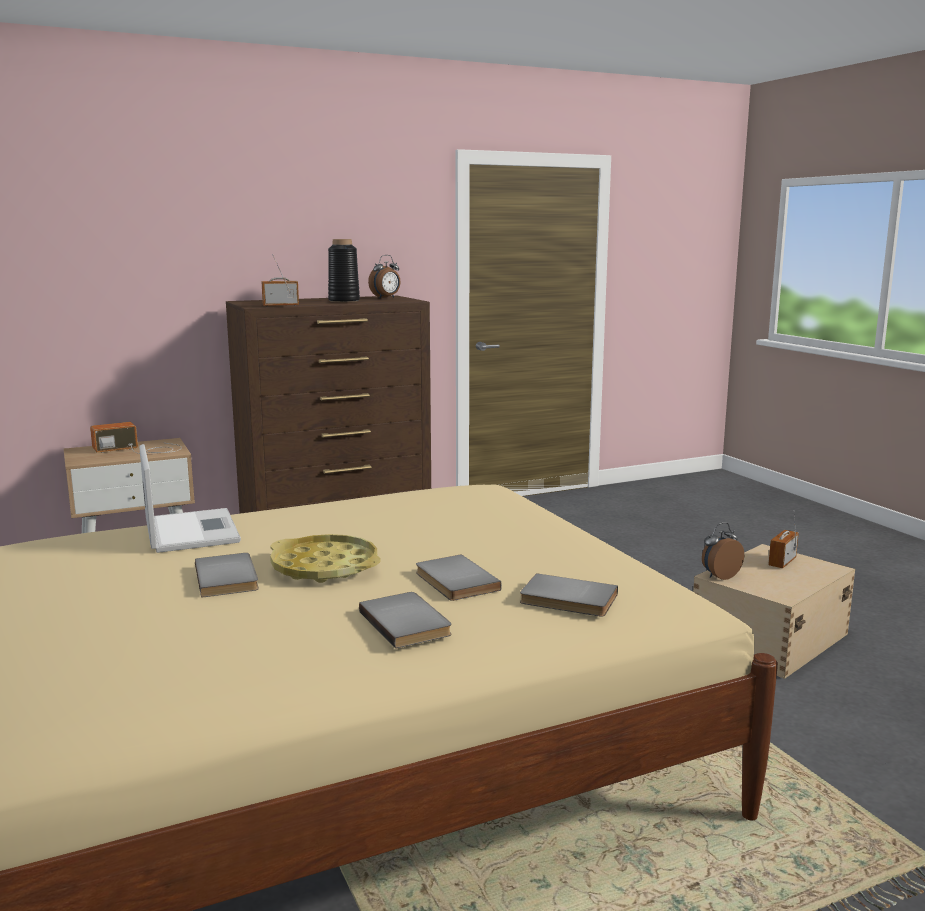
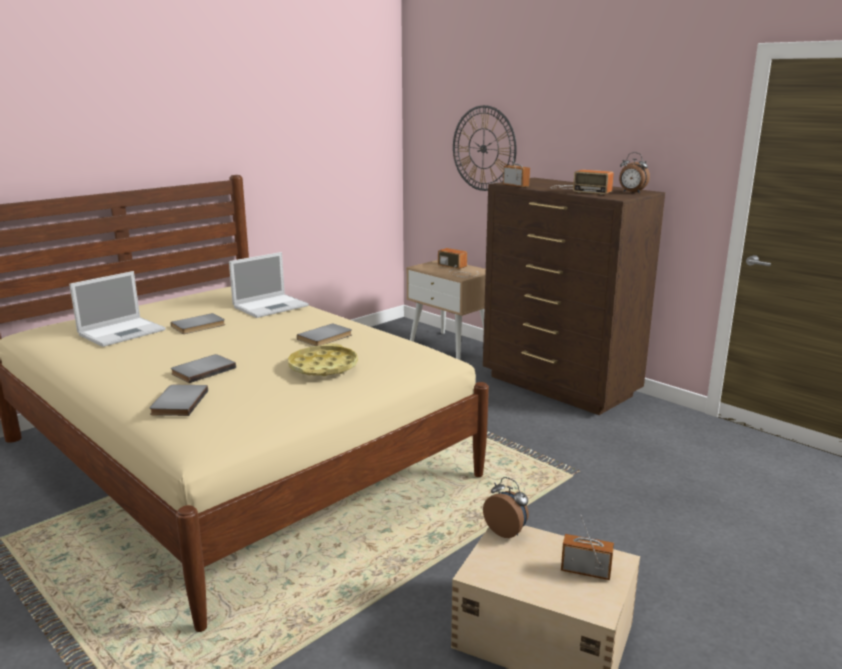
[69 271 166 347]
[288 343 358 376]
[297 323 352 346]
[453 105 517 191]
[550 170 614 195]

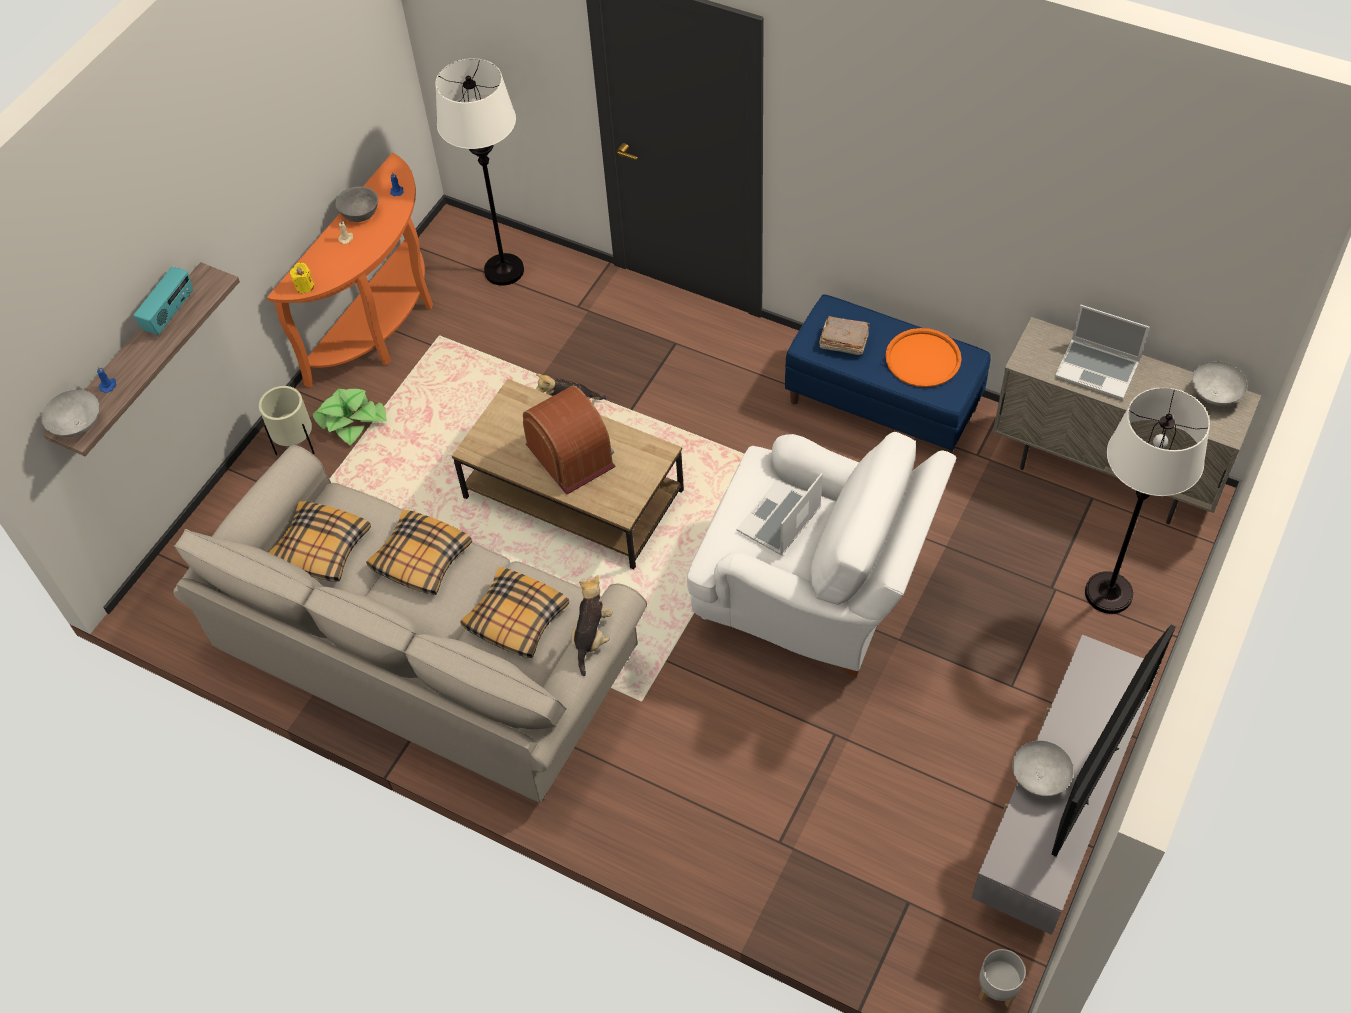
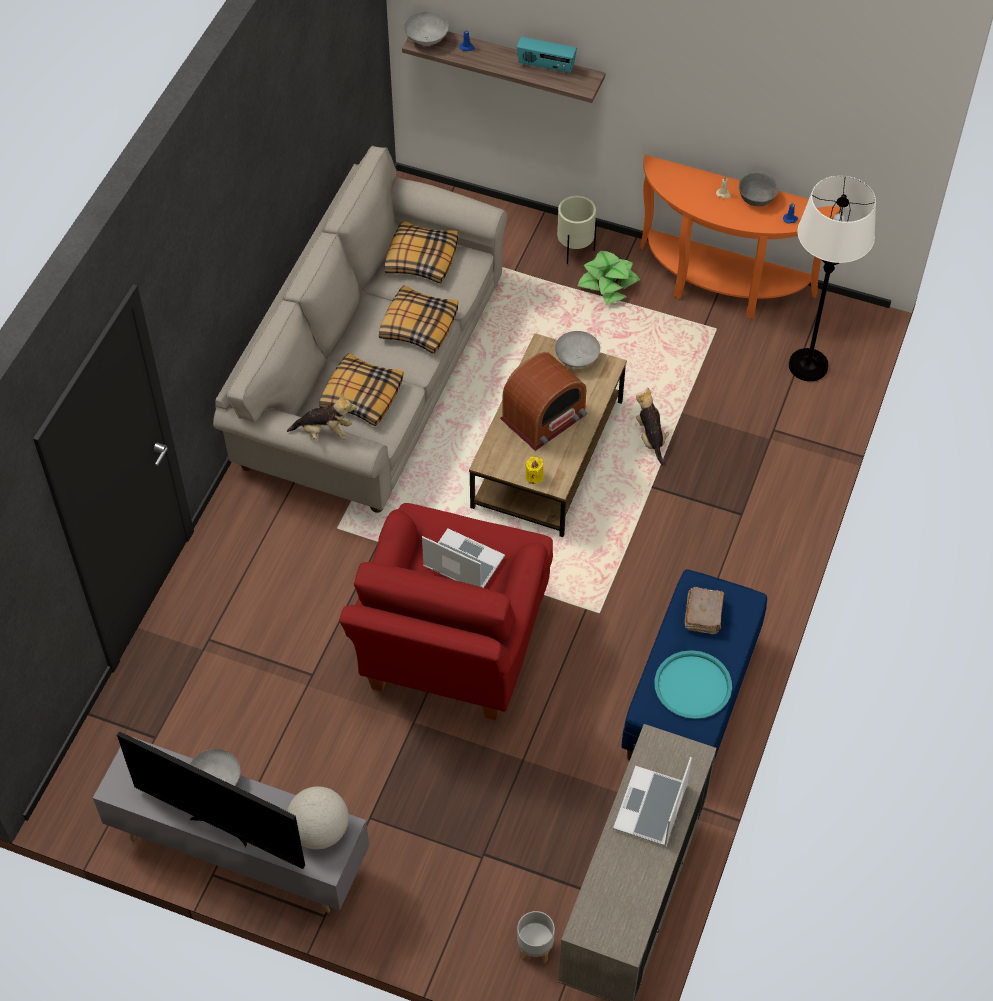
[287 786 349 849]
[339 503 553 720]
[517 911 555 963]
[525 457 544 484]
[555 331 600 368]
[654 650 732 719]
[1085 387 1210 614] (first image)

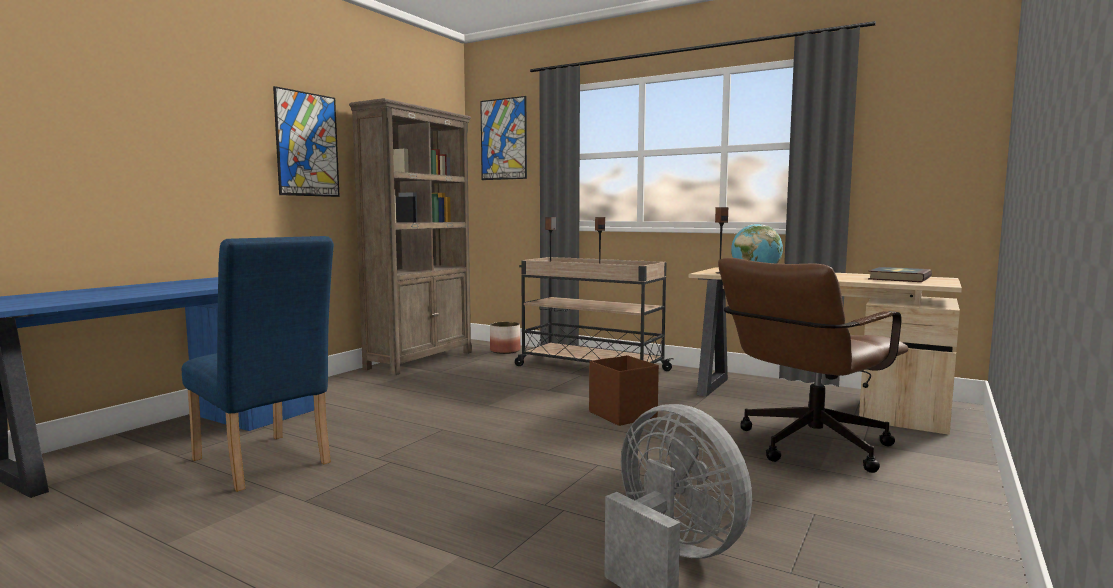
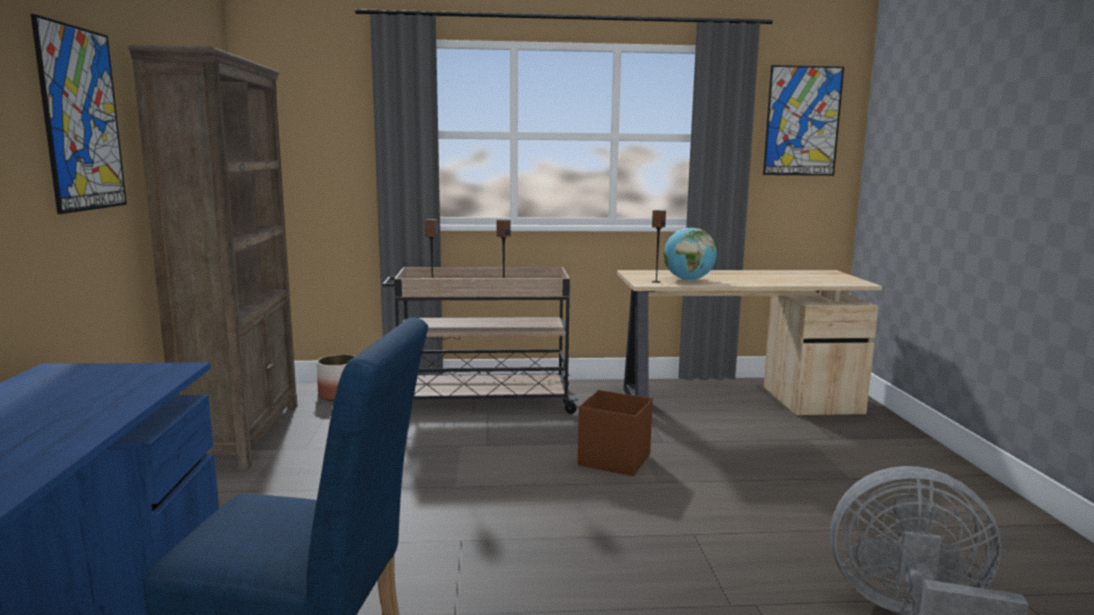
[763 65 844 176]
[718 258 909 473] (first image)
[868 267 932 282] (first image)

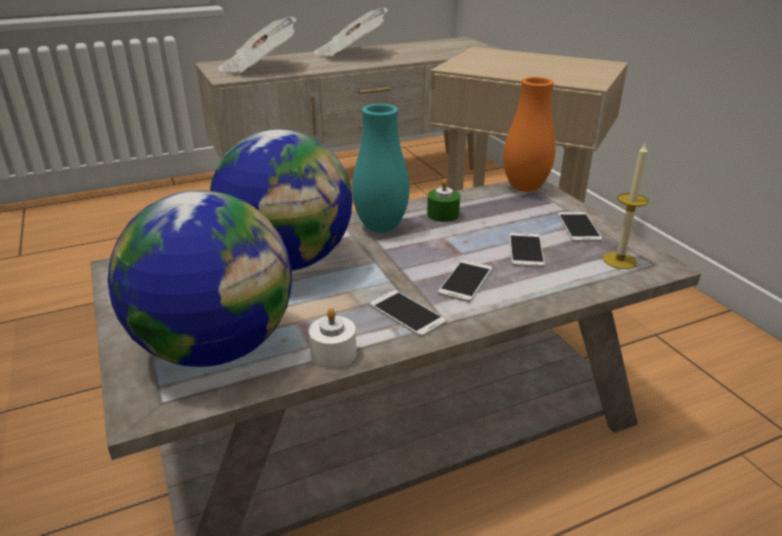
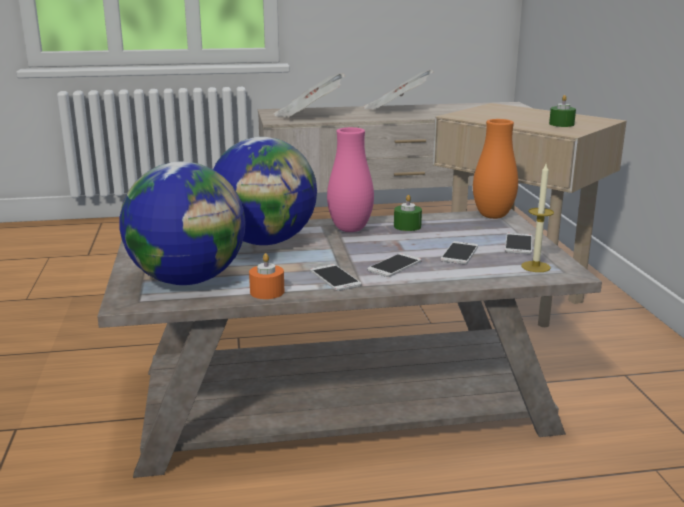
[249 253 284 299]
[327 127 374 232]
[549 95 576 127]

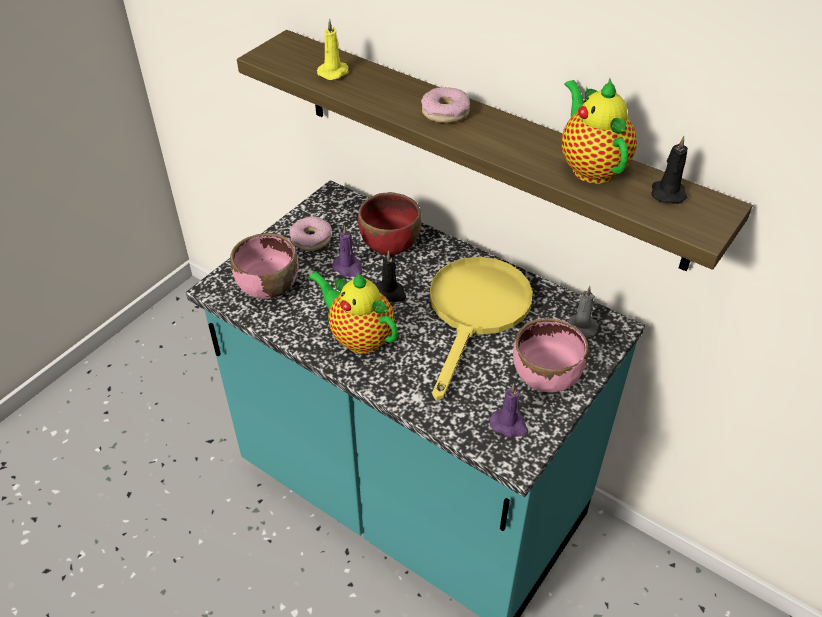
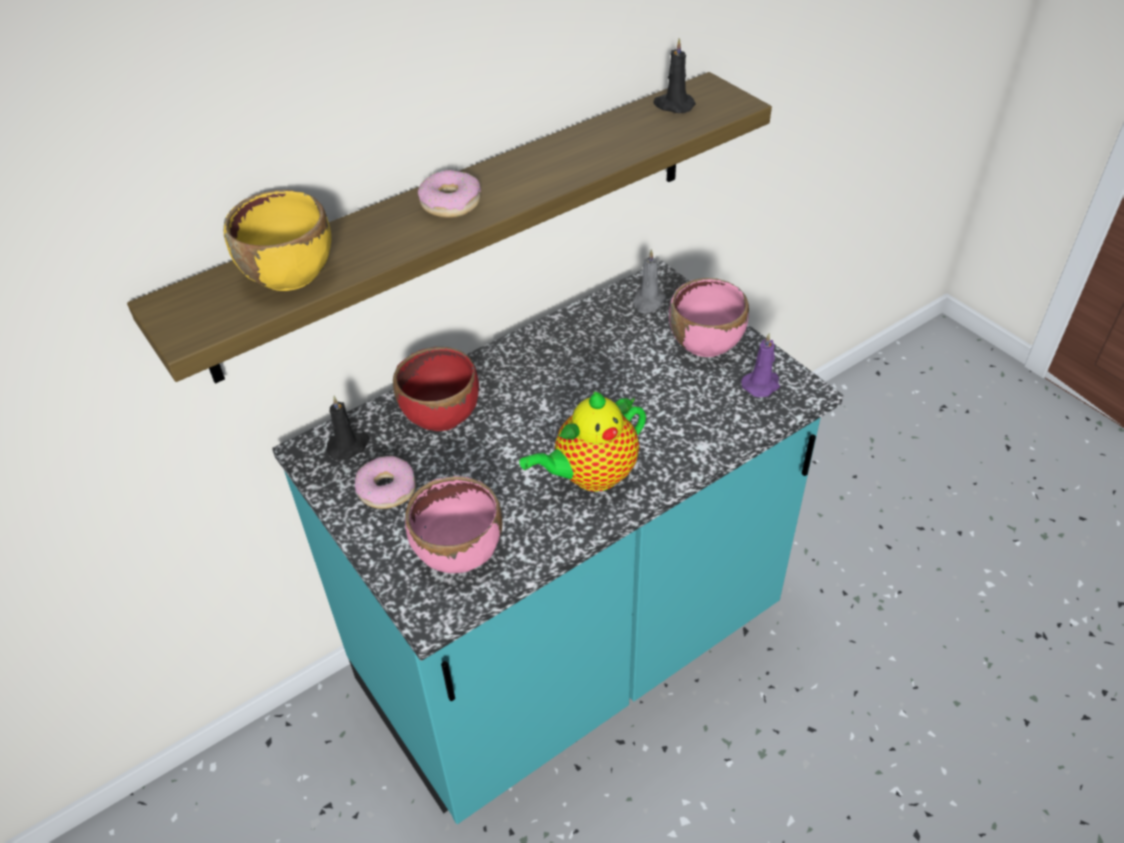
[224 190 331 291]
[326 396 370 461]
[332 226 362 277] (first image)
[430 257 533 400] (first image)
[562 78 637 184] (first image)

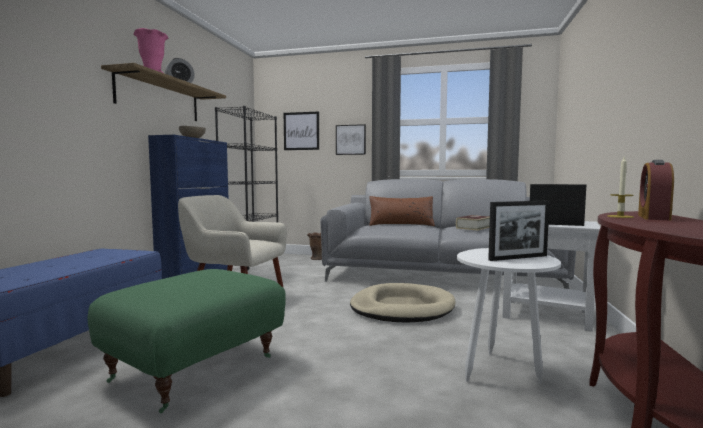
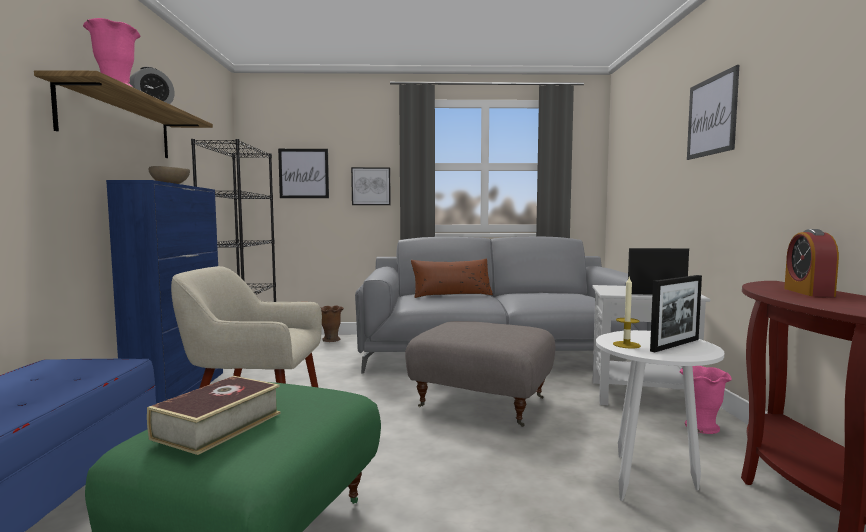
[147 376 280 455]
[405 321 555 427]
[613 277 641 349]
[680 366 732 434]
[687 65 739 160]

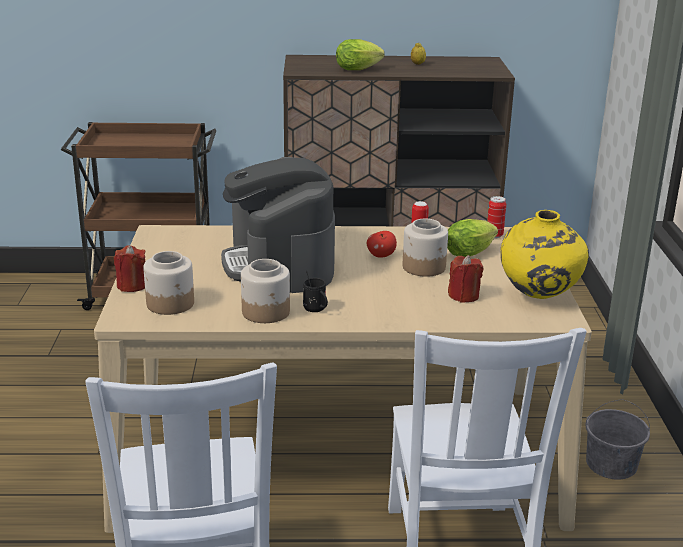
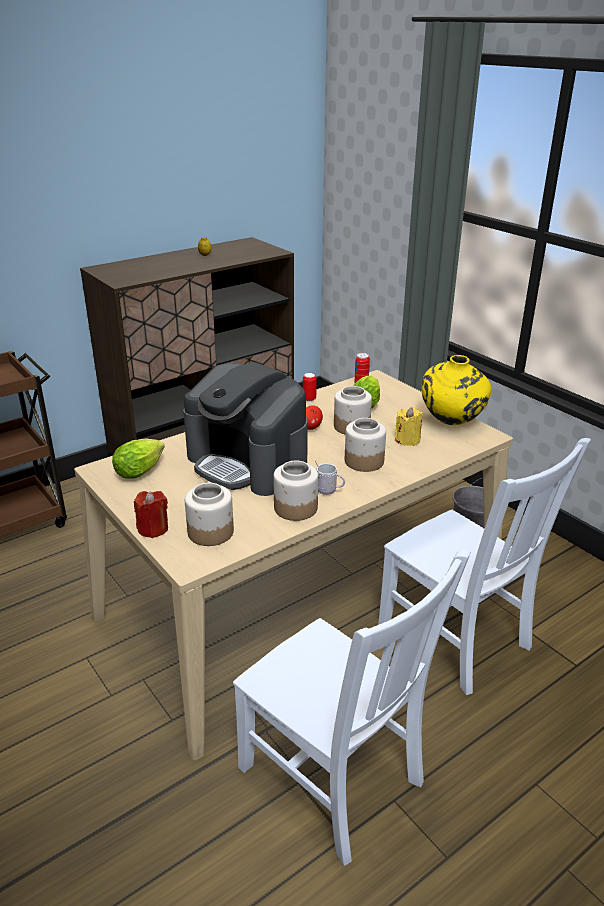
[112 438 165 479]
[315 461 345 495]
[345 418 386 472]
[395 407 423 446]

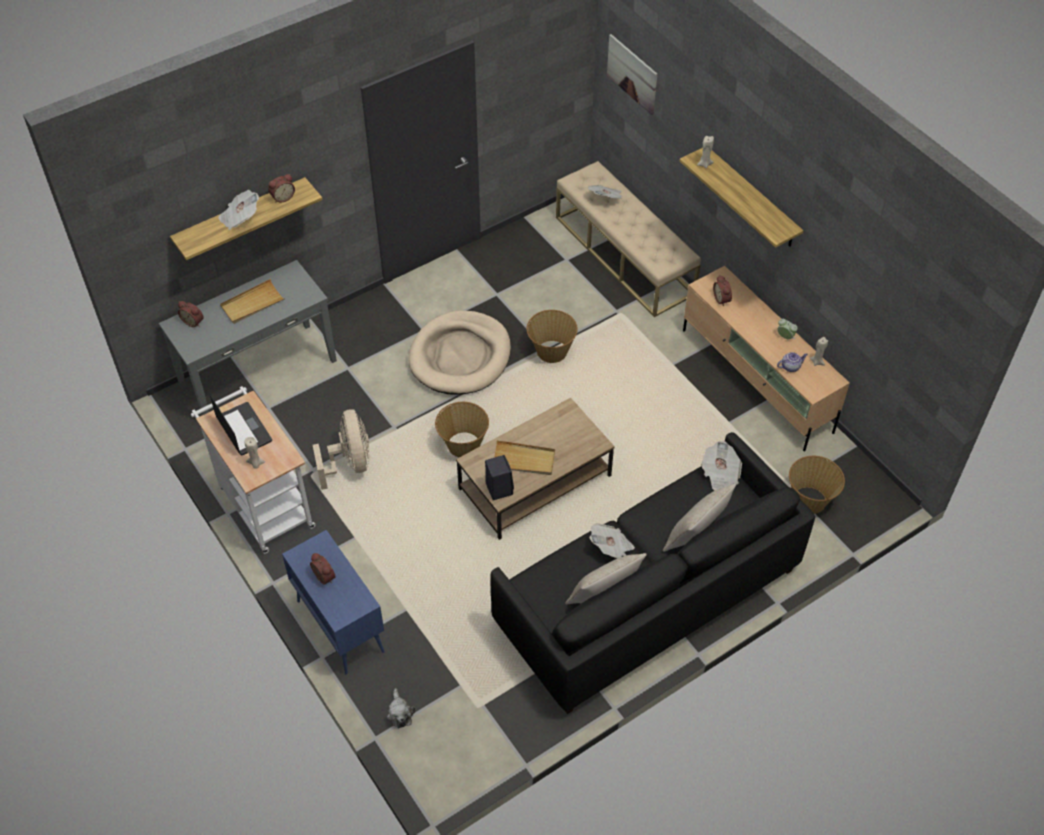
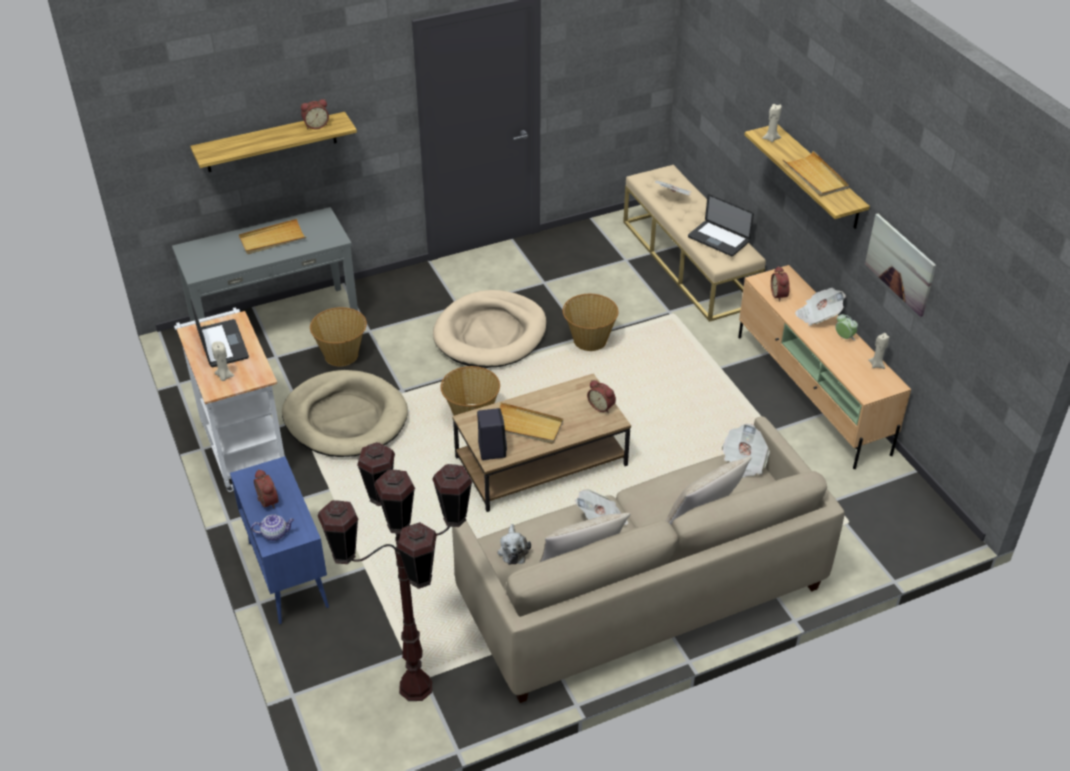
[251 514 294 541]
[282 370 408 457]
[310 307 367 366]
[318 442 472 701]
[452 416 845 703]
[497 524 531 565]
[587 380 616 413]
[688 194 754 256]
[782 151 849 197]
[795 288 846 326]
[865 214 936 317]

